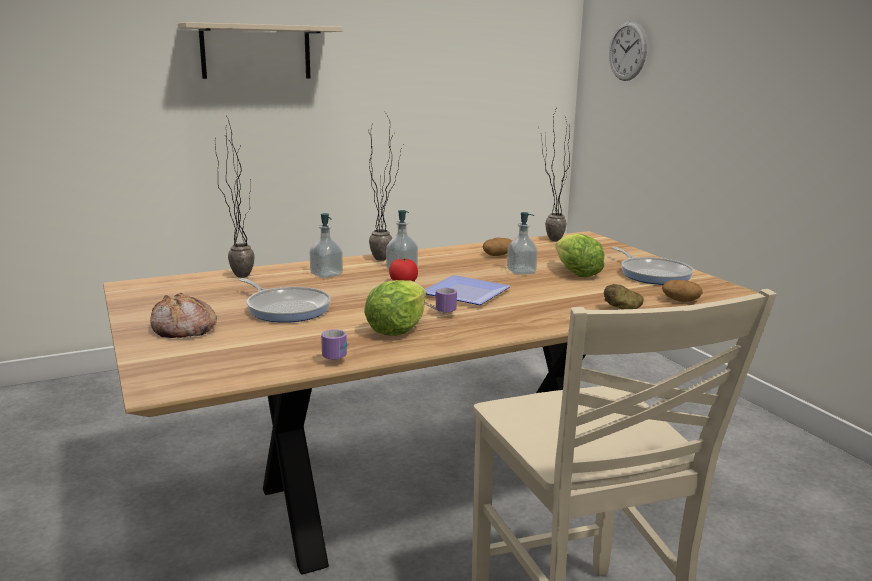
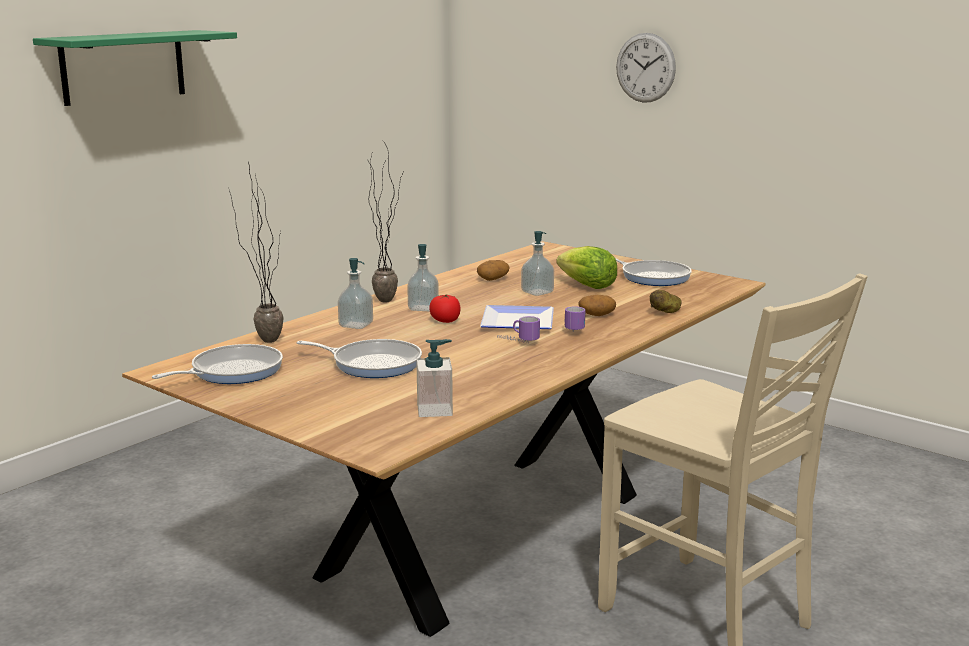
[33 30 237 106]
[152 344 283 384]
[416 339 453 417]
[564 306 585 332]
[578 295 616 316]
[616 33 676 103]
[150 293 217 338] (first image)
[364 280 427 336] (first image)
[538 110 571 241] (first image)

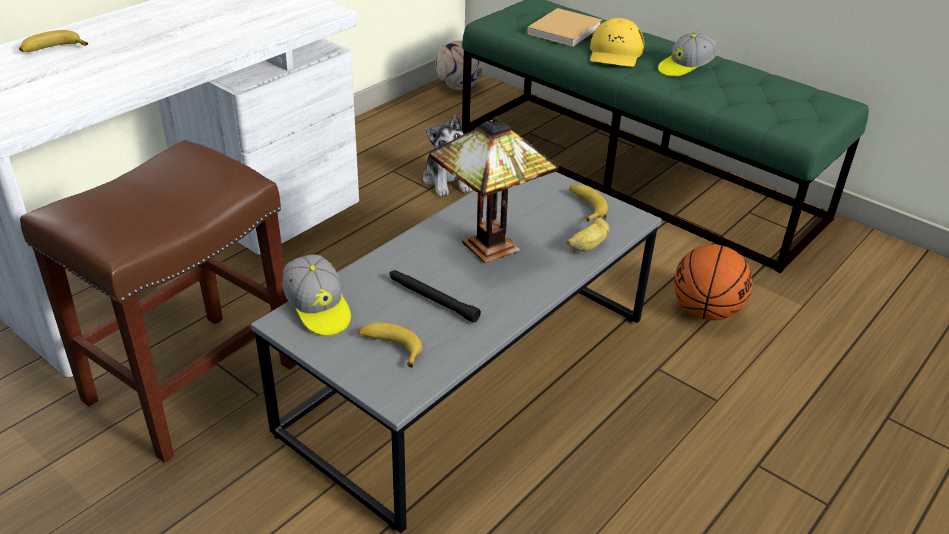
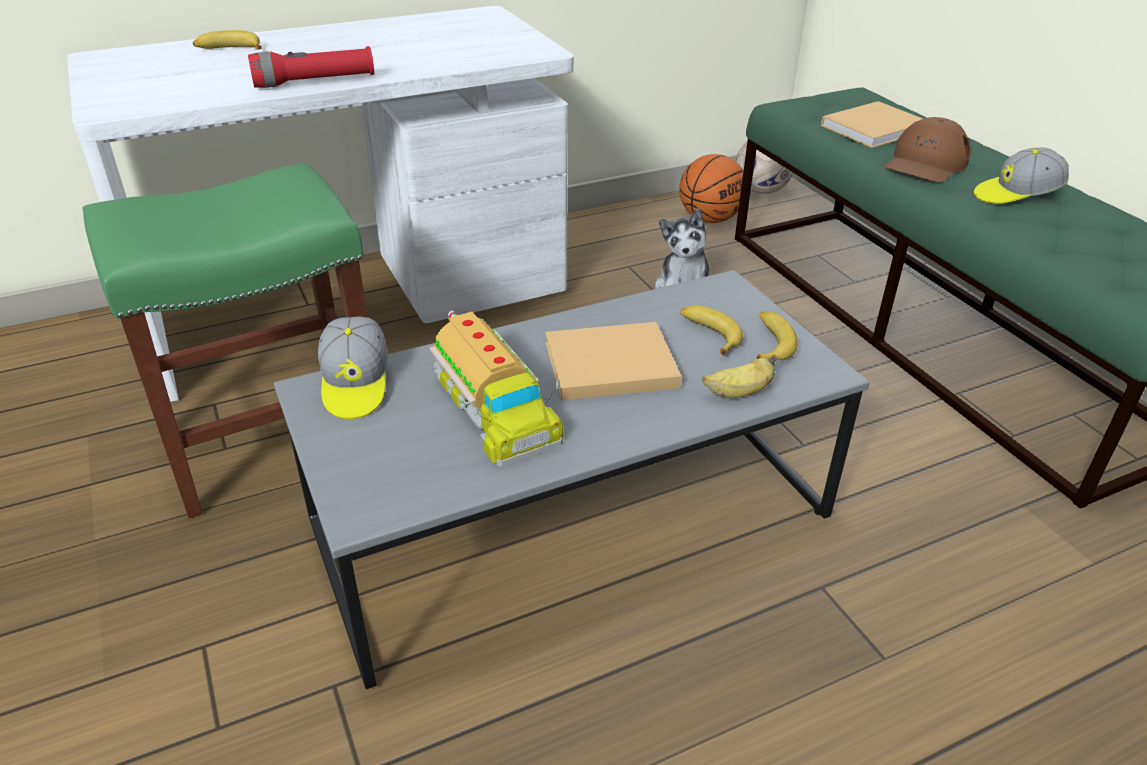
[83 163 368 518]
[248 46 374 88]
[429 310 564 466]
[545 322 681 400]
[679 154 743 223]
[680 305 743 355]
[884 117 971 182]

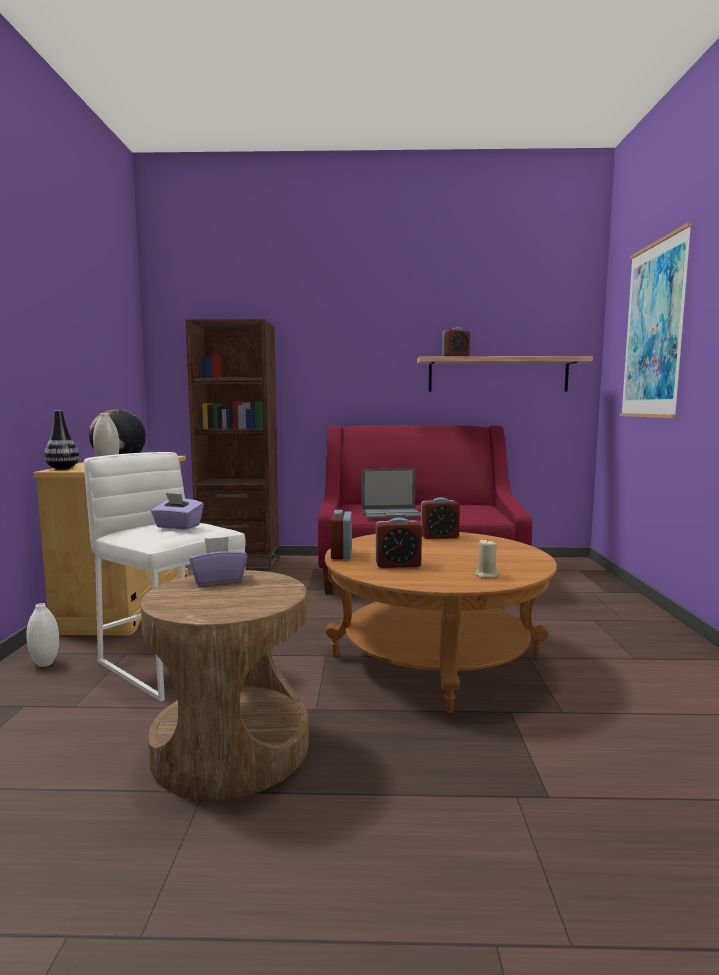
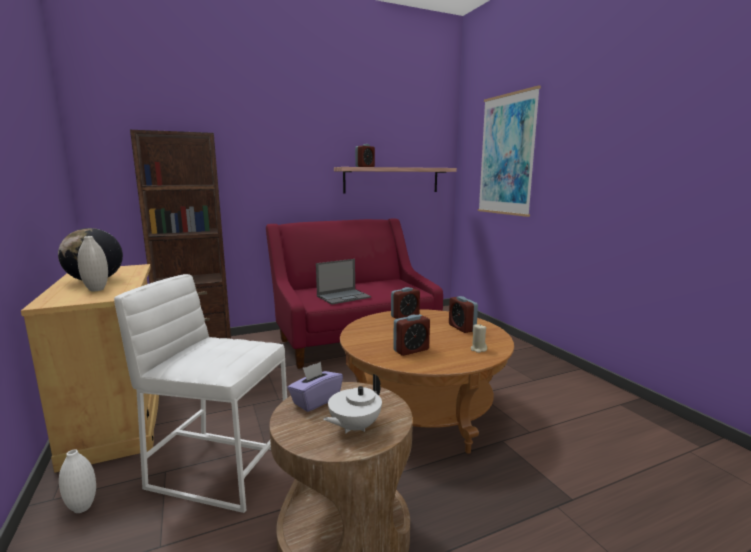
[323 374 382 433]
[449 296 478 333]
[44 411 79 470] (first image)
[151 493 204 530] (first image)

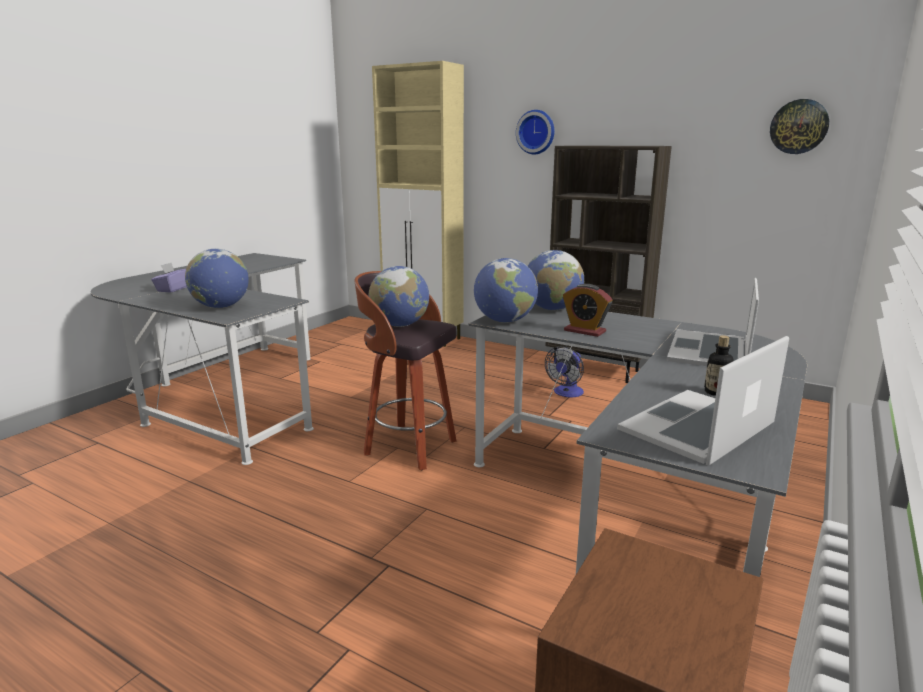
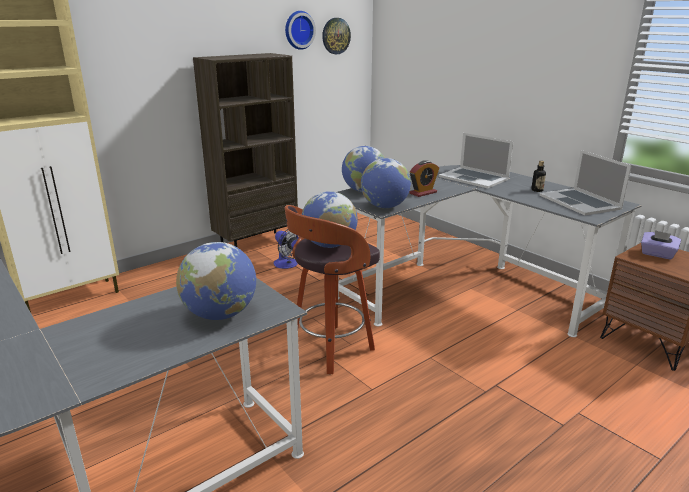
[285 11 316 50]
[641 230 681 259]

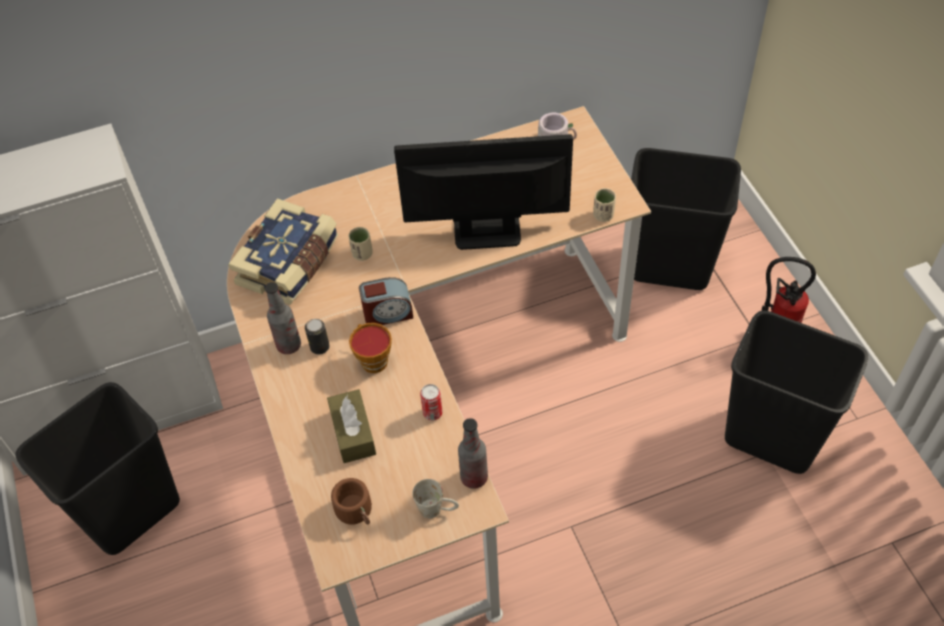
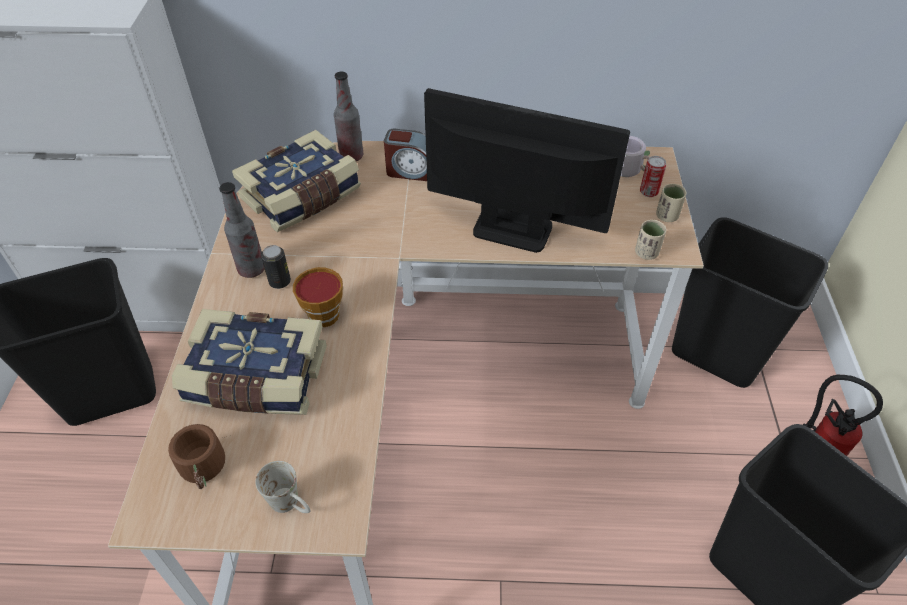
[172 309 327 415]
[334 72 363 161]
[384 129 427 181]
[640 156 666 197]
[656 184 687 222]

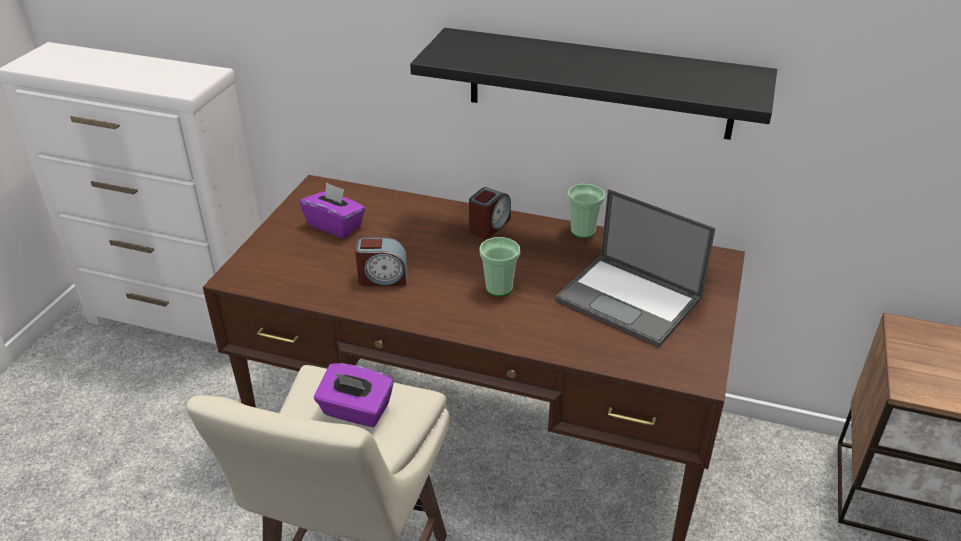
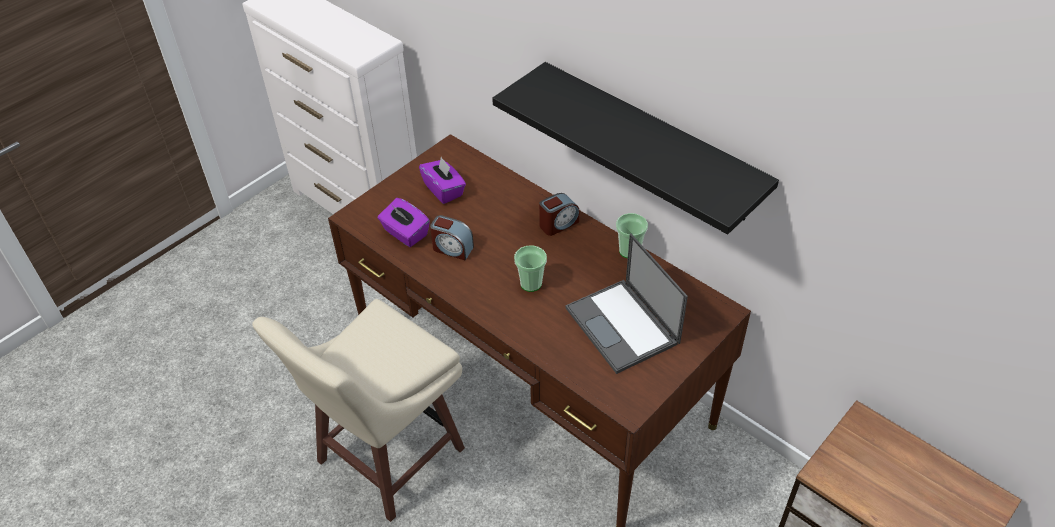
[378 198 430 247]

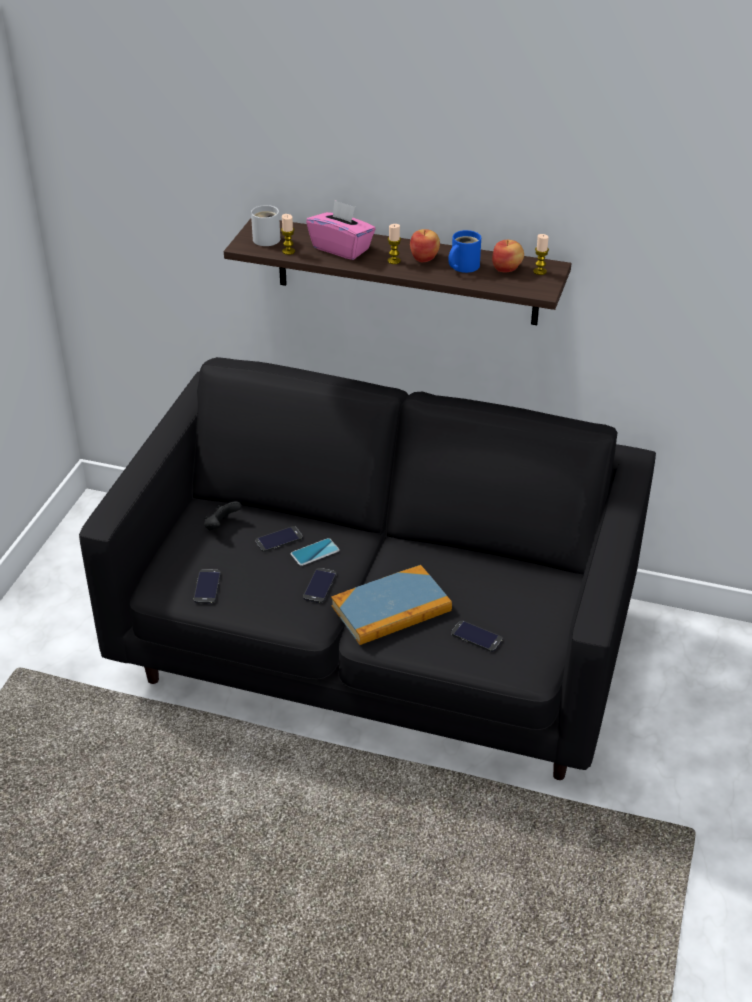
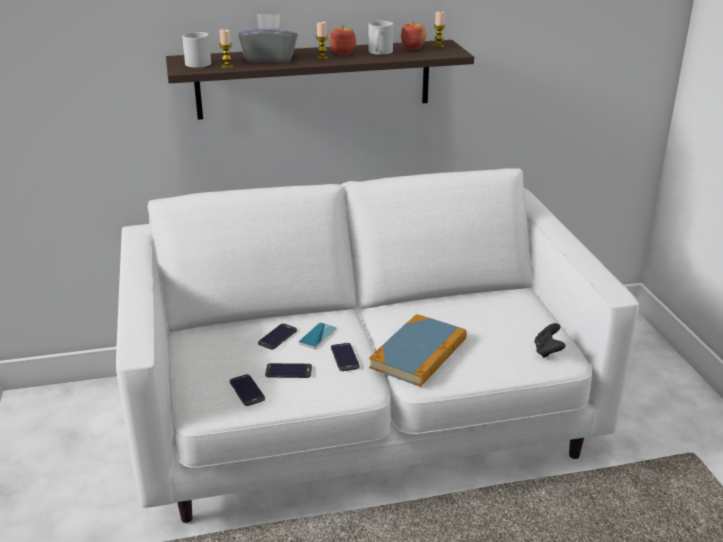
[116 168 639 523]
[238 14 298 62]
[265 363 312 378]
[368 21 393 55]
[534 323 565 358]

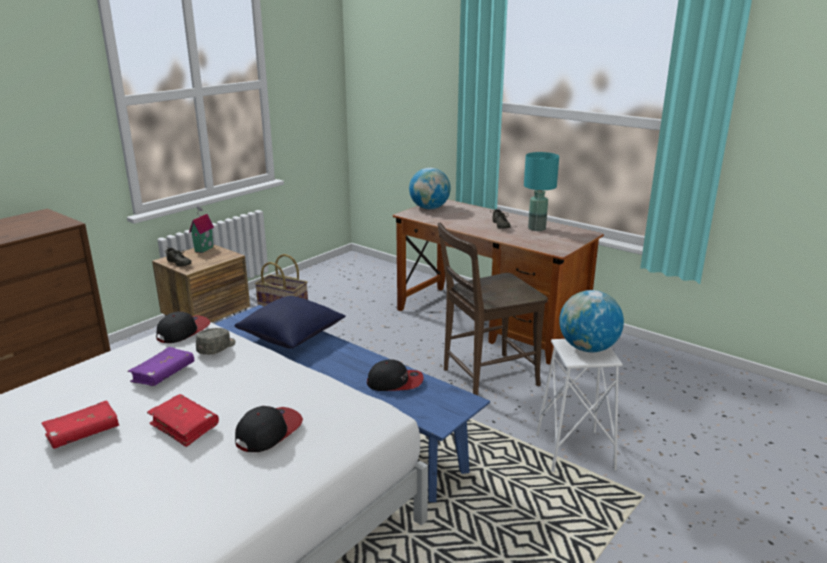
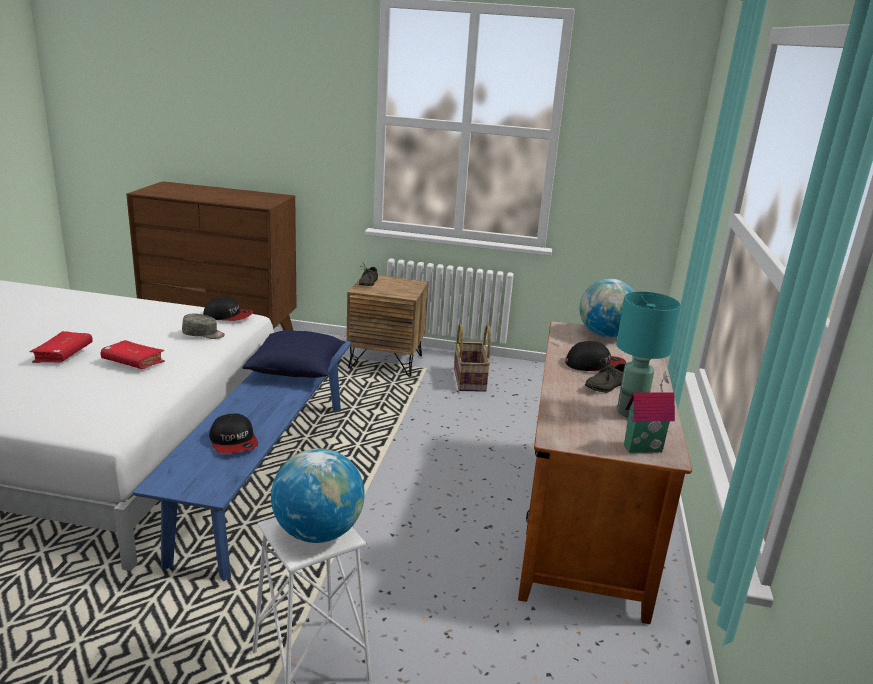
[101 340 165 369]
[565 341 626 372]
[624 371 675 453]
[128 347 194 386] (first image)
[438 223 548 395] (first image)

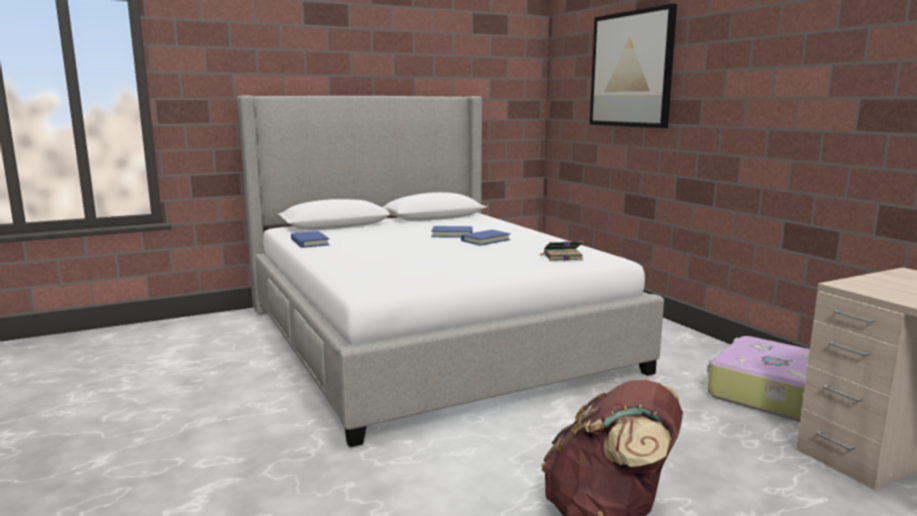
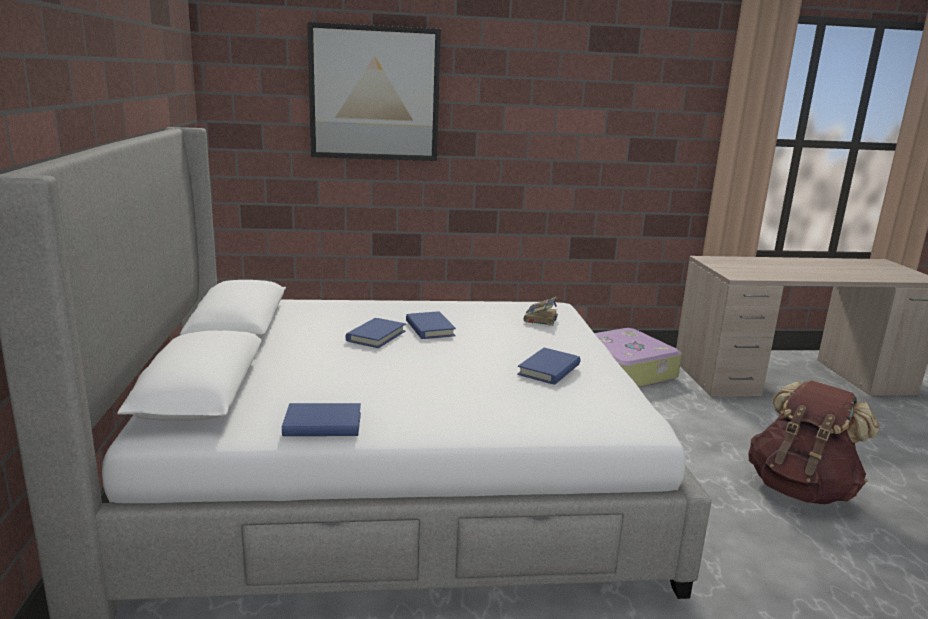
[517 348 581 385]

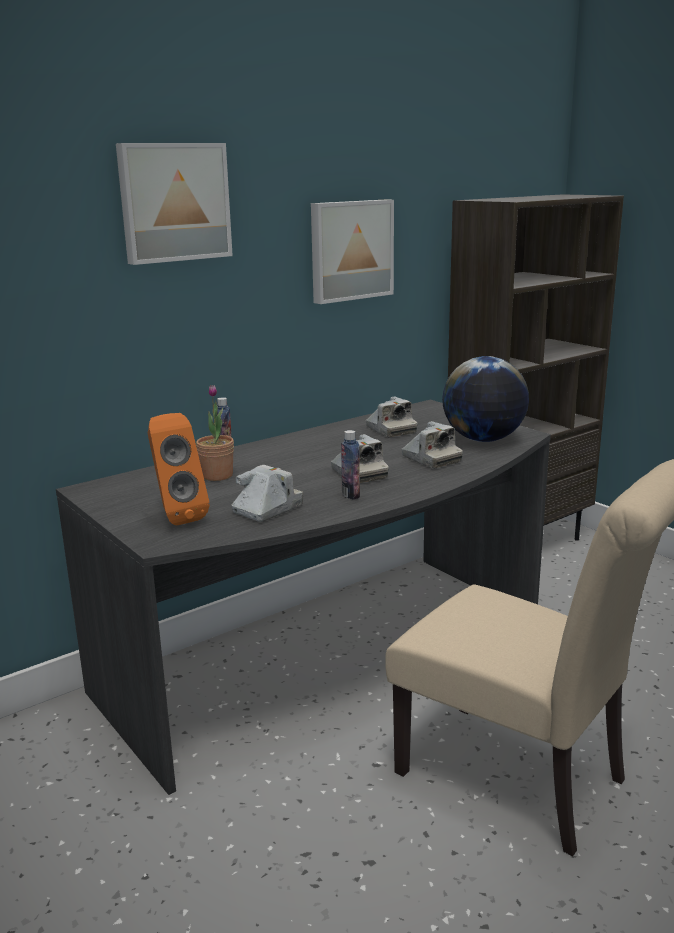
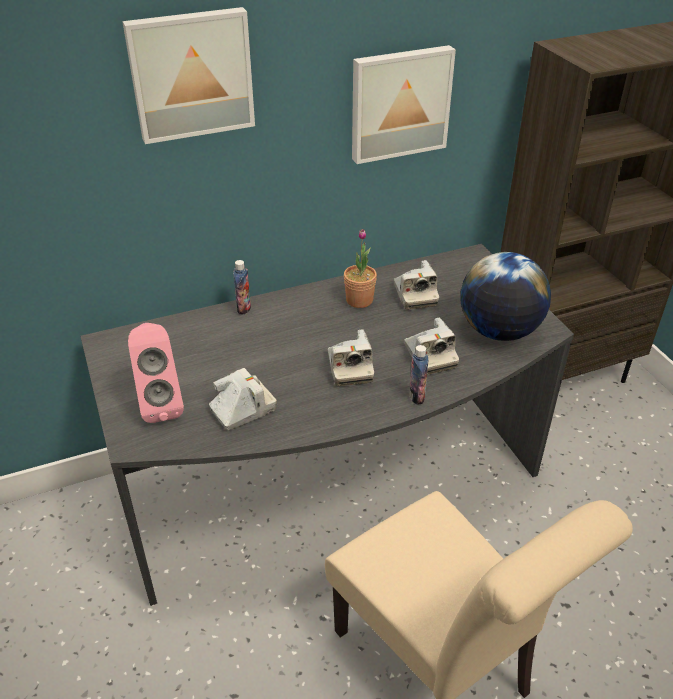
[128 323 184 423]
[344 229 377 308]
[409 345 429 405]

